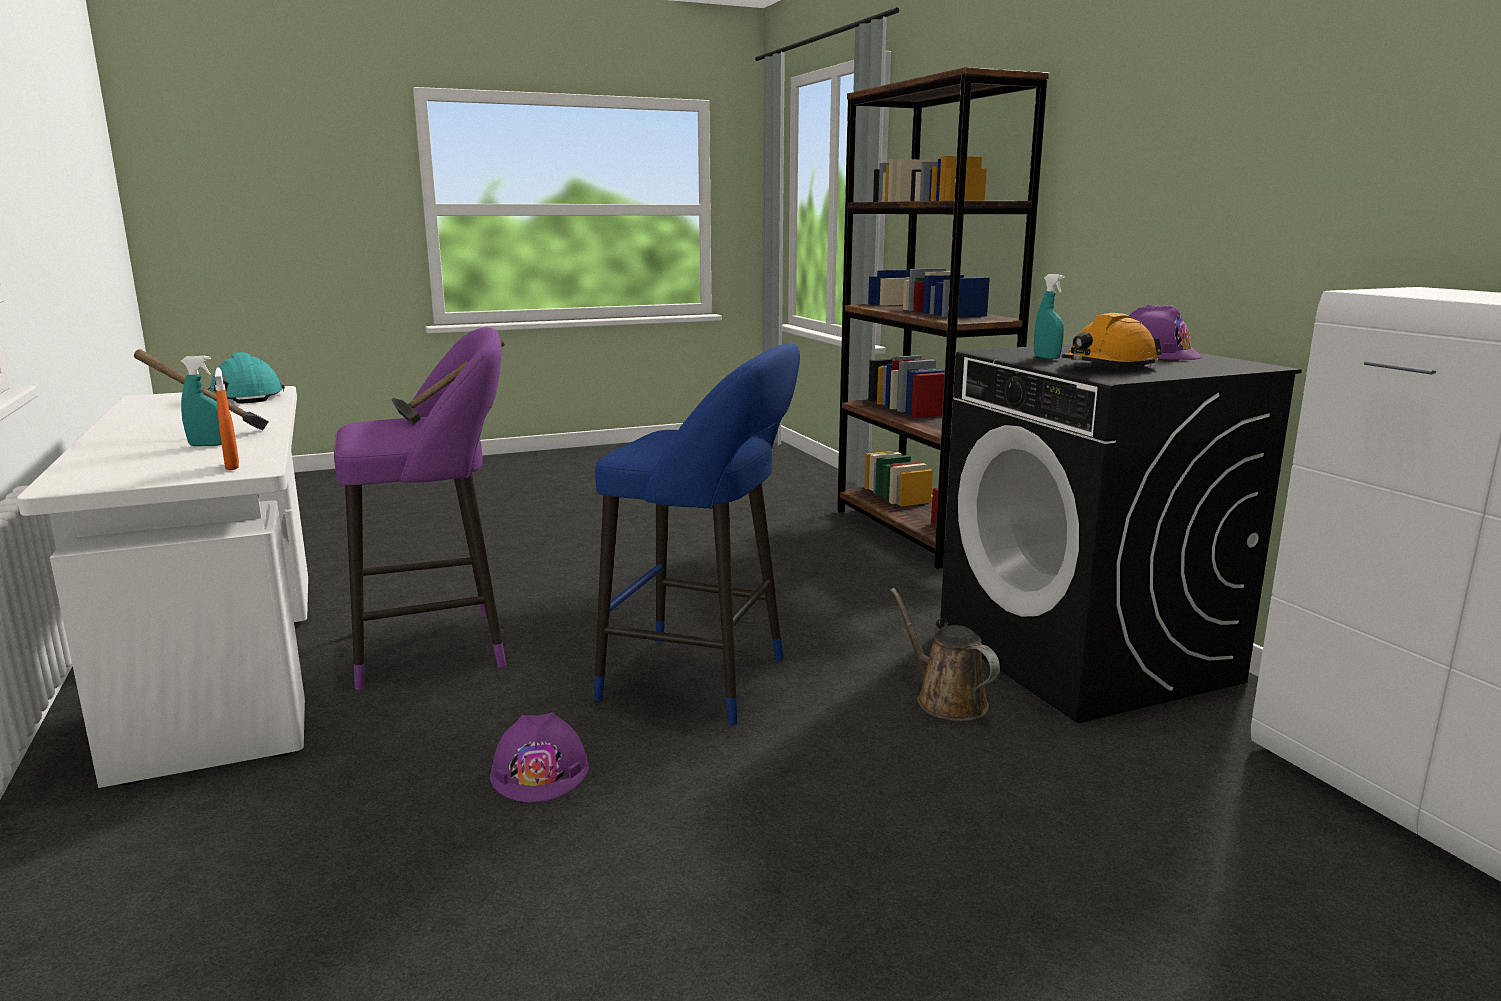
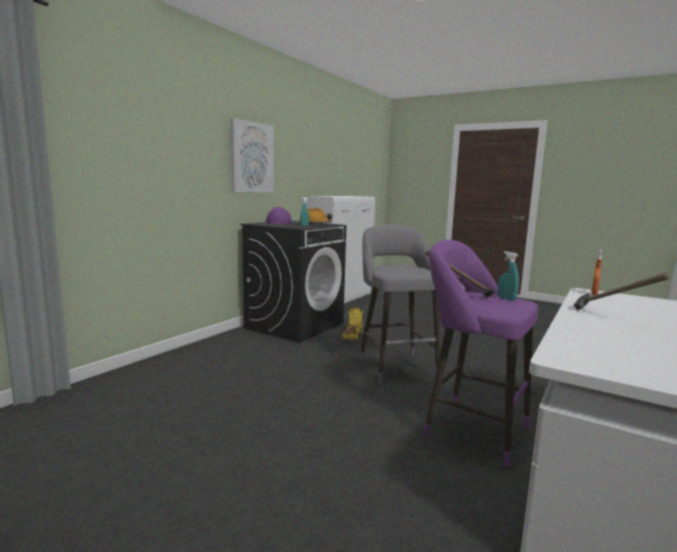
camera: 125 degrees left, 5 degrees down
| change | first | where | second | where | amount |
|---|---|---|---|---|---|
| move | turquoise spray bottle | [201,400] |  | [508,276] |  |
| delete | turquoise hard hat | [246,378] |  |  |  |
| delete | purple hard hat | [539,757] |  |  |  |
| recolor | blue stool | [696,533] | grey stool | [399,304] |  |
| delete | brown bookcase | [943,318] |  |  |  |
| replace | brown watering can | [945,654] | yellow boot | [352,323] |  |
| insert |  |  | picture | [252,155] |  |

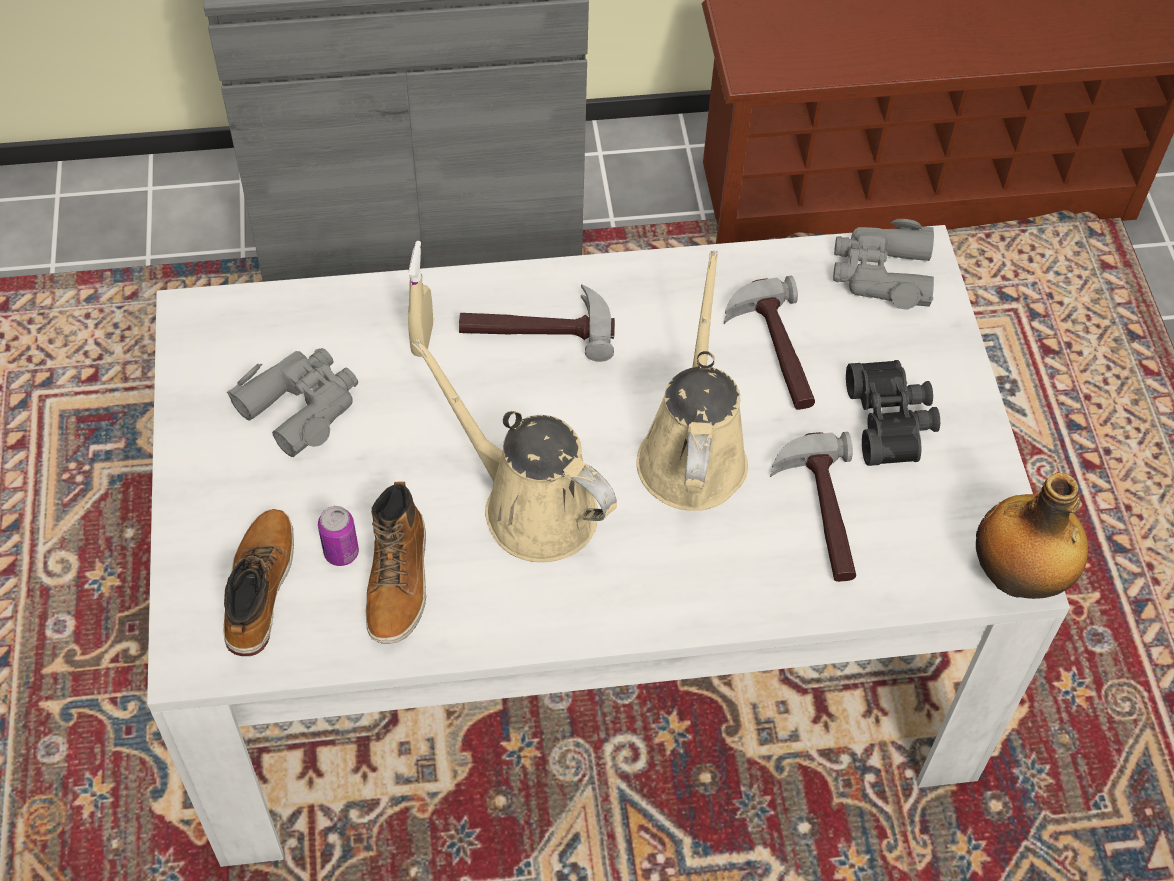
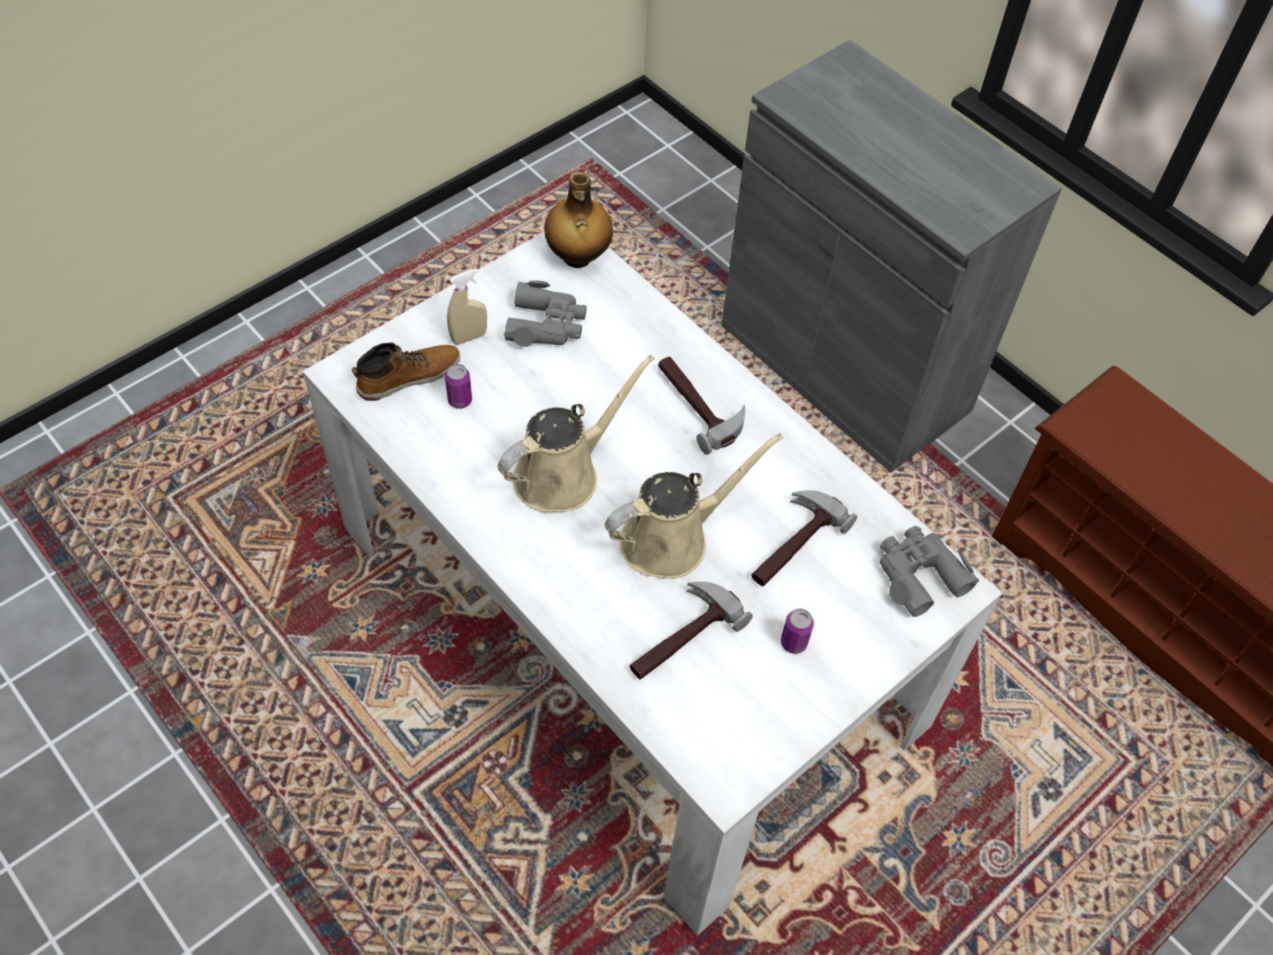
camera: 55 degrees right, 0 degrees up
| change | first | where | second | where | amount |
|---|---|---|---|---|---|
| delete | boot | [396,562] |  |  |  |
| move | beige spray bottle | [420,299] |  | [467,306] |  |
| rotate | beige watering can | [514,450] |  | [576,433] | 45 degrees clockwise |
| replace | black binoculars | [893,413] | can | [797,631] |  |
| move | bottle | [1032,536] |  | [578,220] |  |

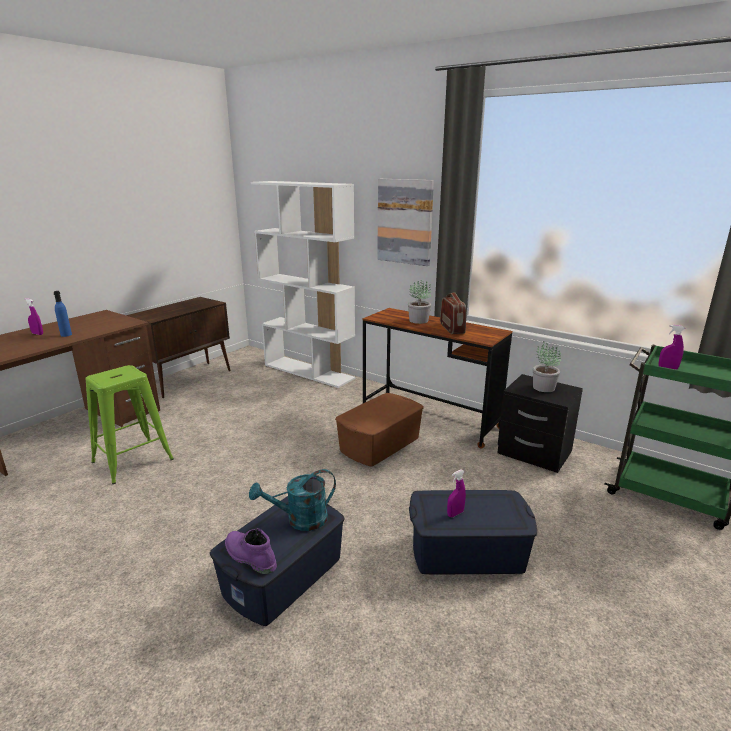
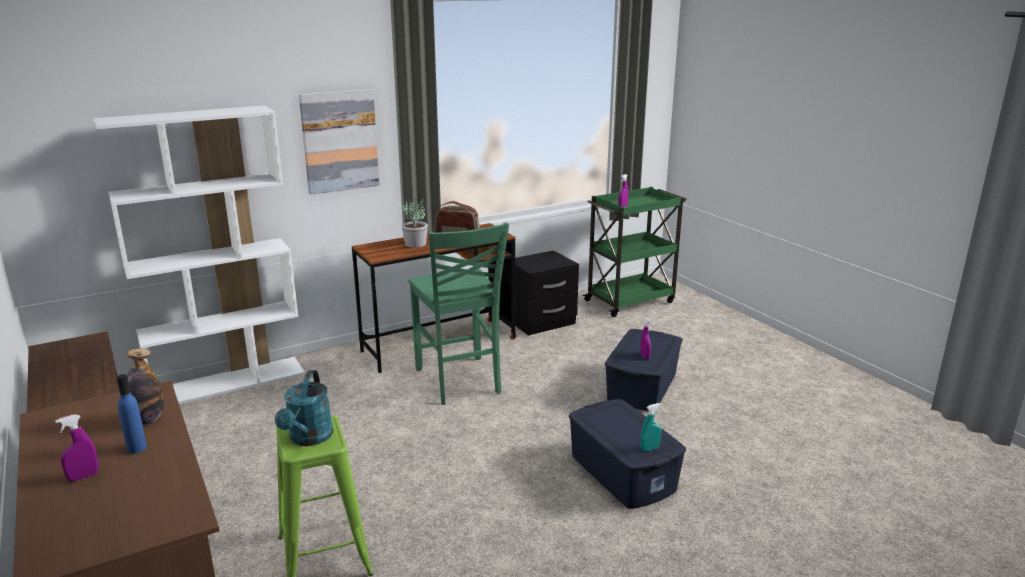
camera: 65 degrees left, 0 degrees up
| change | first | where | second | where | amount |
|---|---|---|---|---|---|
| replace | purple boot | [251,551] | turquoise spray bottle | [650,427] |  |
| move | turquoise watering can | [292,500] |  | [304,408] |  |
| replace | brown storage box | [379,430] | green chair | [458,313] |  |
| delete | potted plant | [547,366] |  |  |  |
| insert |  |  | bottle | [145,386] |  |

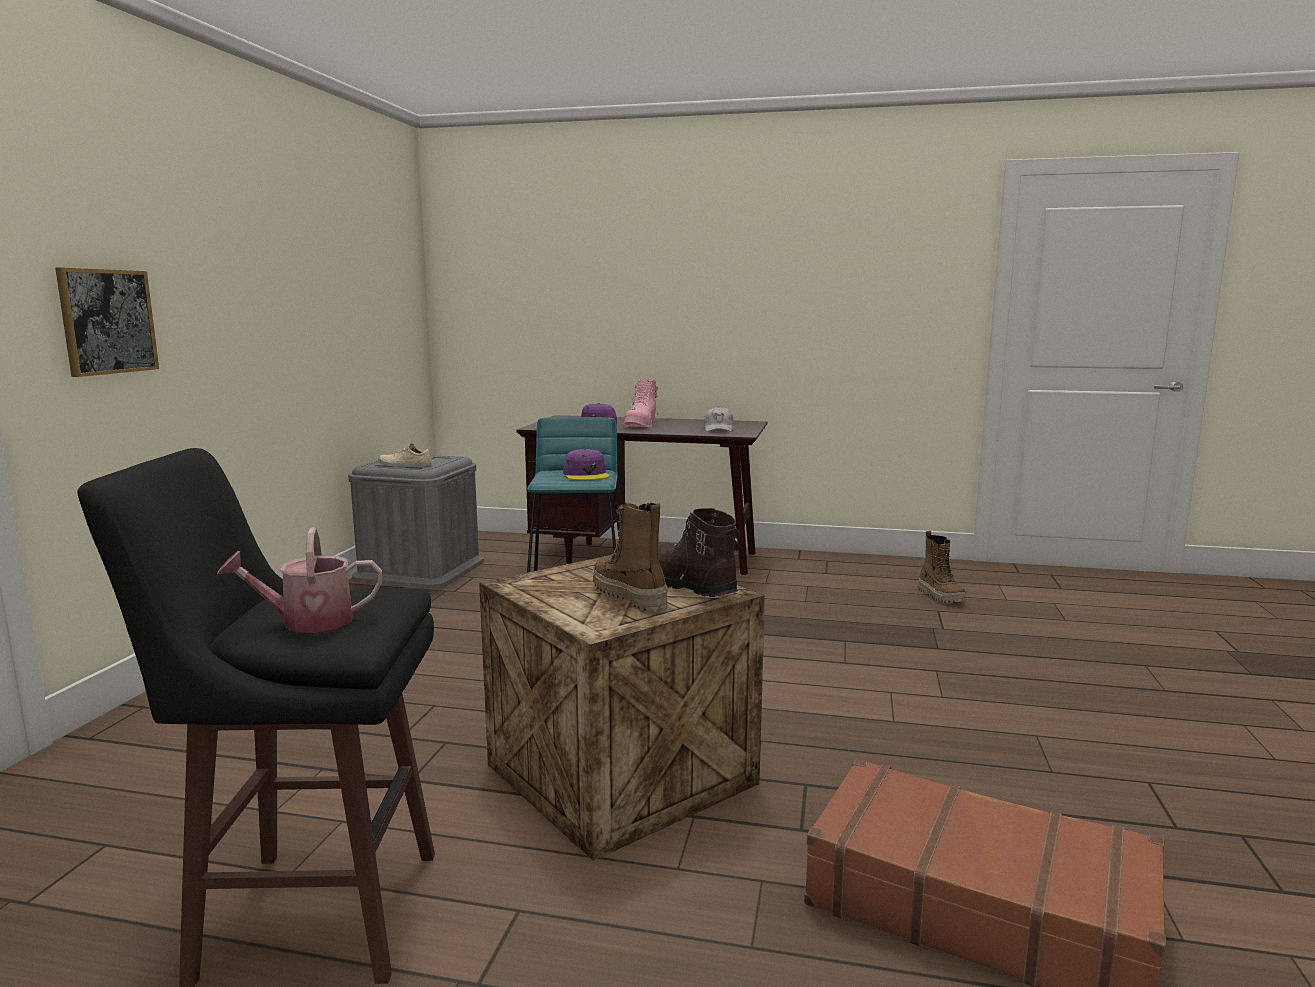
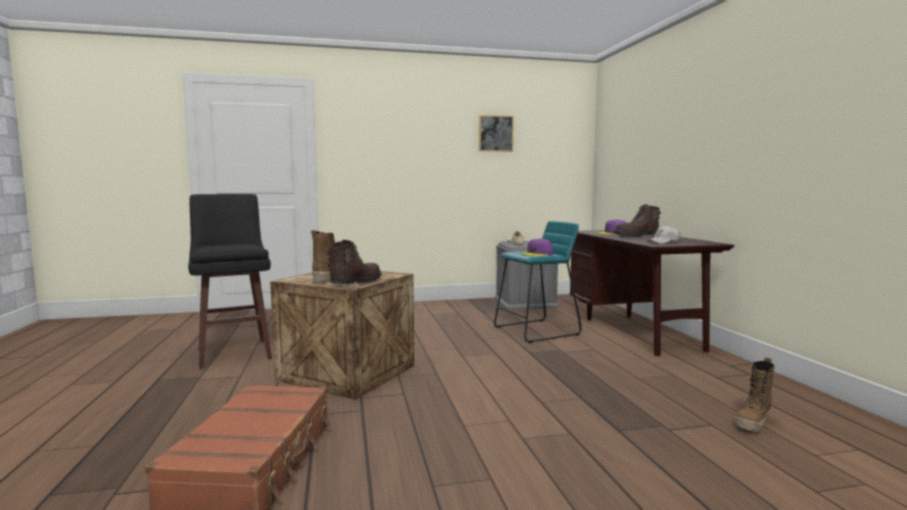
camera: 65 degrees right, 5 degrees down
| change | first | where | second | where | amount |
|---|---|---|---|---|---|
| move | picture | [107,322] |  | [496,133] |  |
| delete | watering can | [299,580] |  |  |  |
| recolor | pink boot | [640,403] | brown boot | [637,220] |  |

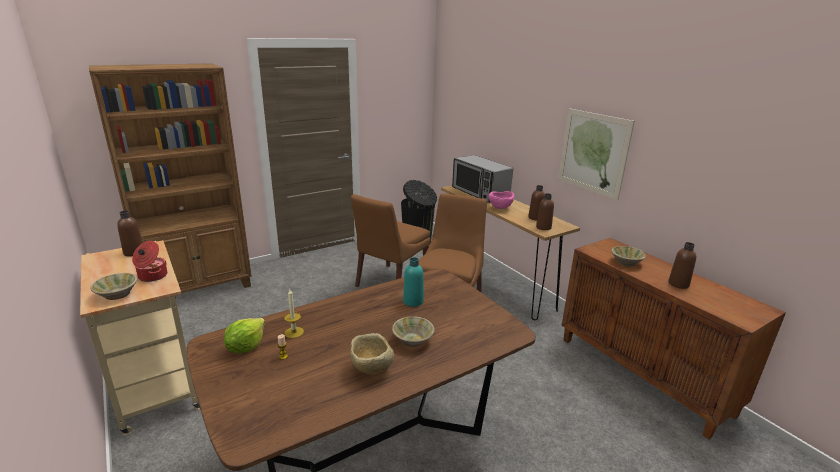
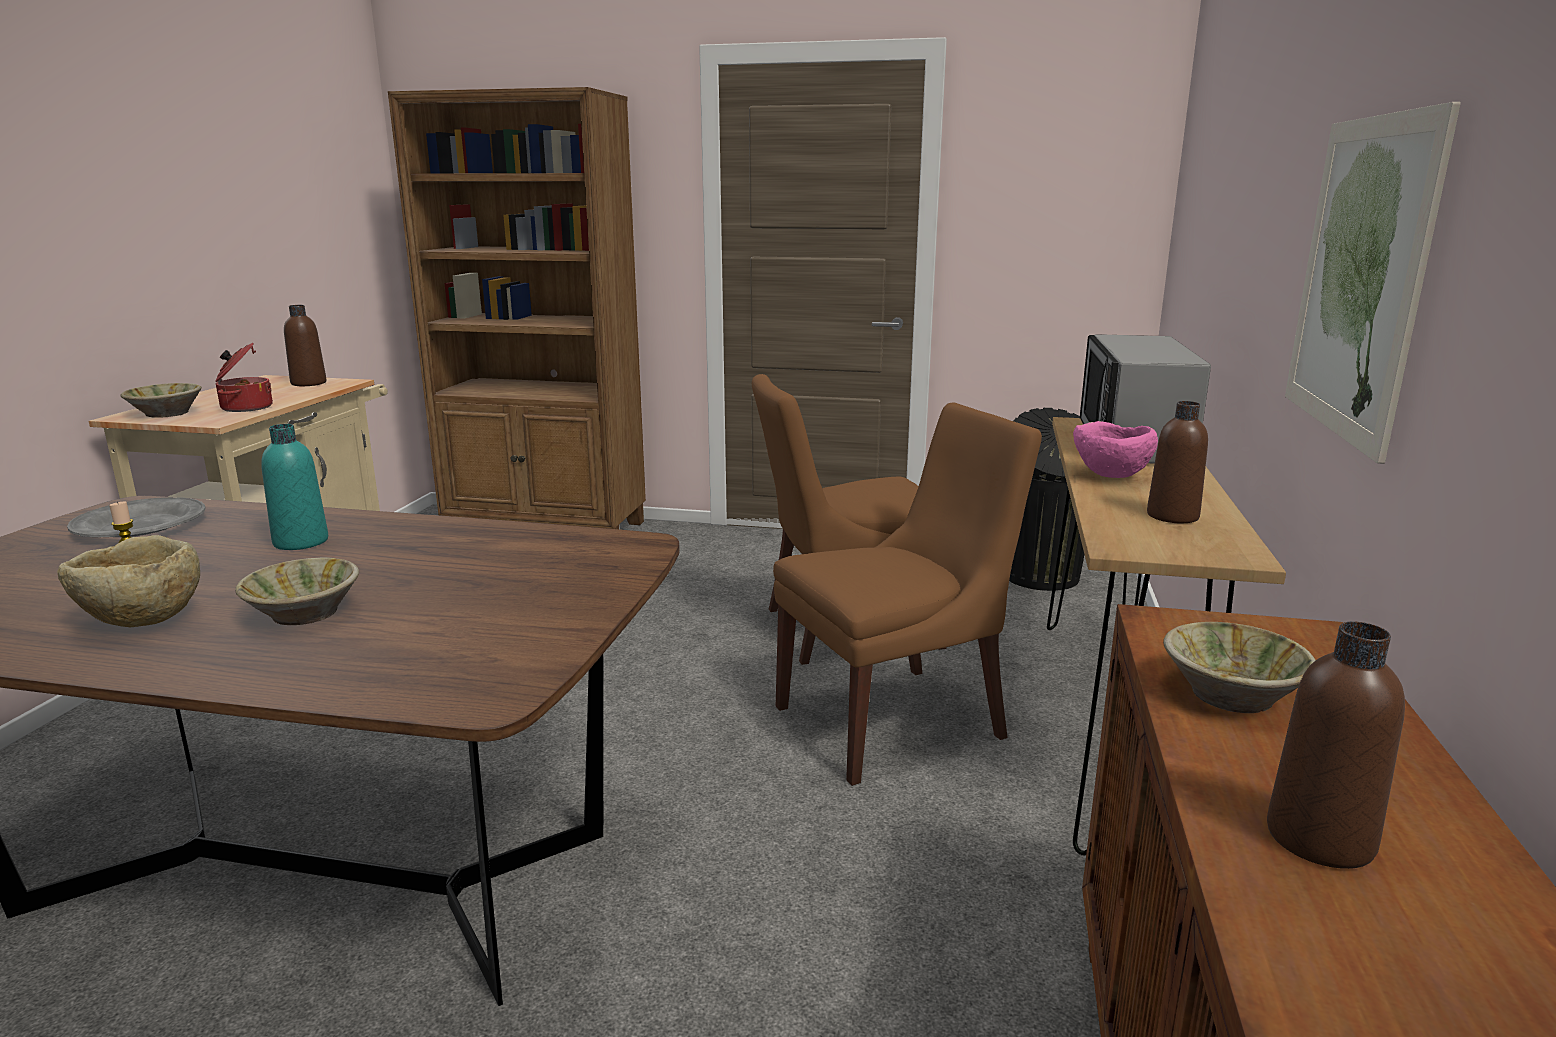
camera: 45 degrees right, 5 degrees down
| change | first | where | second | where | amount |
|---|---|---|---|---|---|
| replace | lettuce | [244,335] | grey plate | [136,517] |  |
| delete | candle | [294,313] |  |  |  |
| move | turquoise bottle | [413,282] |  | [294,487] |  |
| delete | brown bottle | [545,211] |  |  |  |

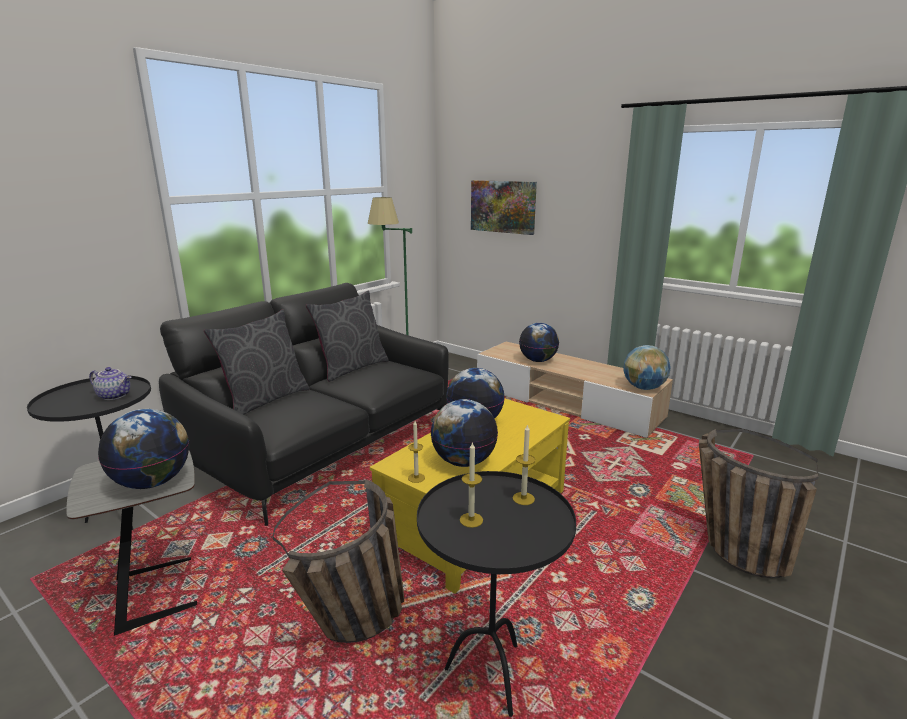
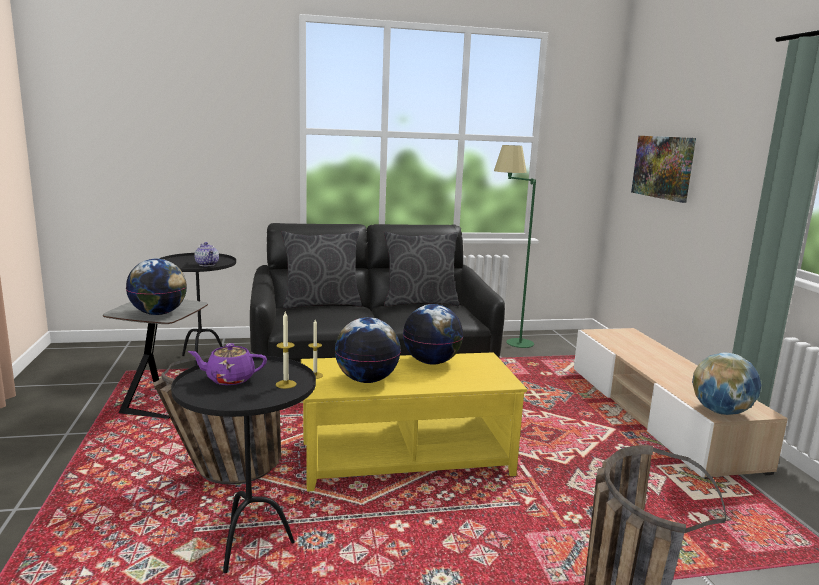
camera: 40 degrees right, 5 degrees down
| change | first | where | second | where | amount |
|---|---|---|---|---|---|
| replace | candle | [471,484] | purple teapot | [227,364] |  |
| delete | globe | [539,342] |  |  |  |

